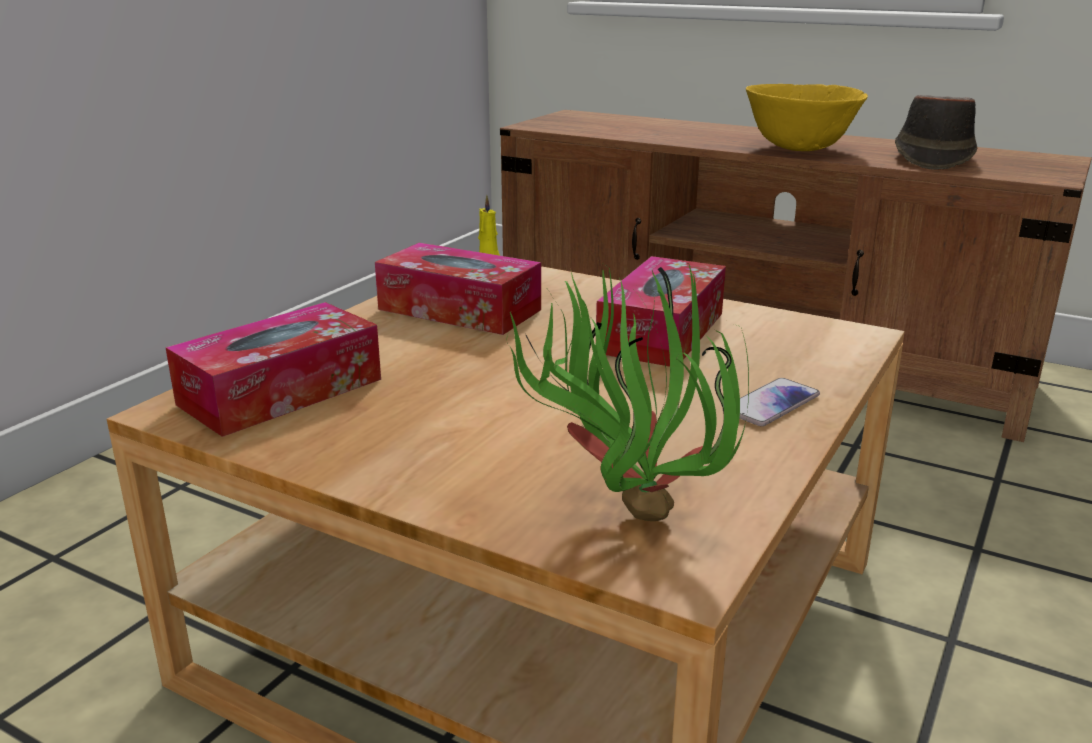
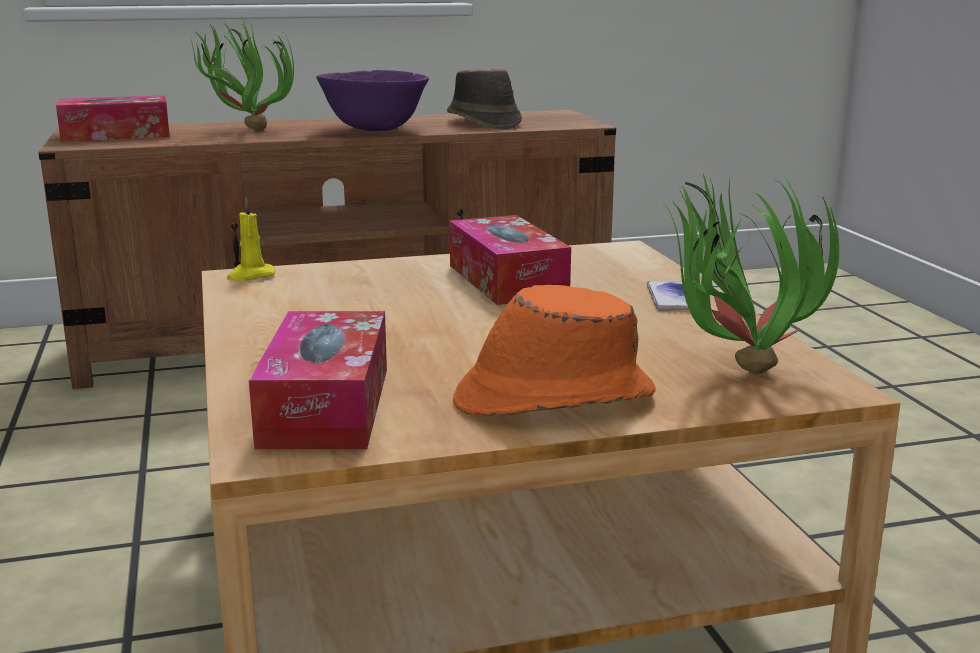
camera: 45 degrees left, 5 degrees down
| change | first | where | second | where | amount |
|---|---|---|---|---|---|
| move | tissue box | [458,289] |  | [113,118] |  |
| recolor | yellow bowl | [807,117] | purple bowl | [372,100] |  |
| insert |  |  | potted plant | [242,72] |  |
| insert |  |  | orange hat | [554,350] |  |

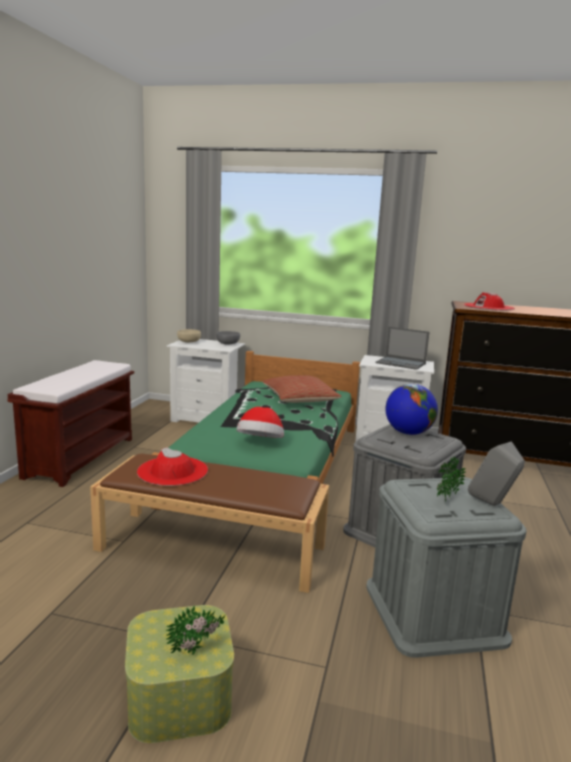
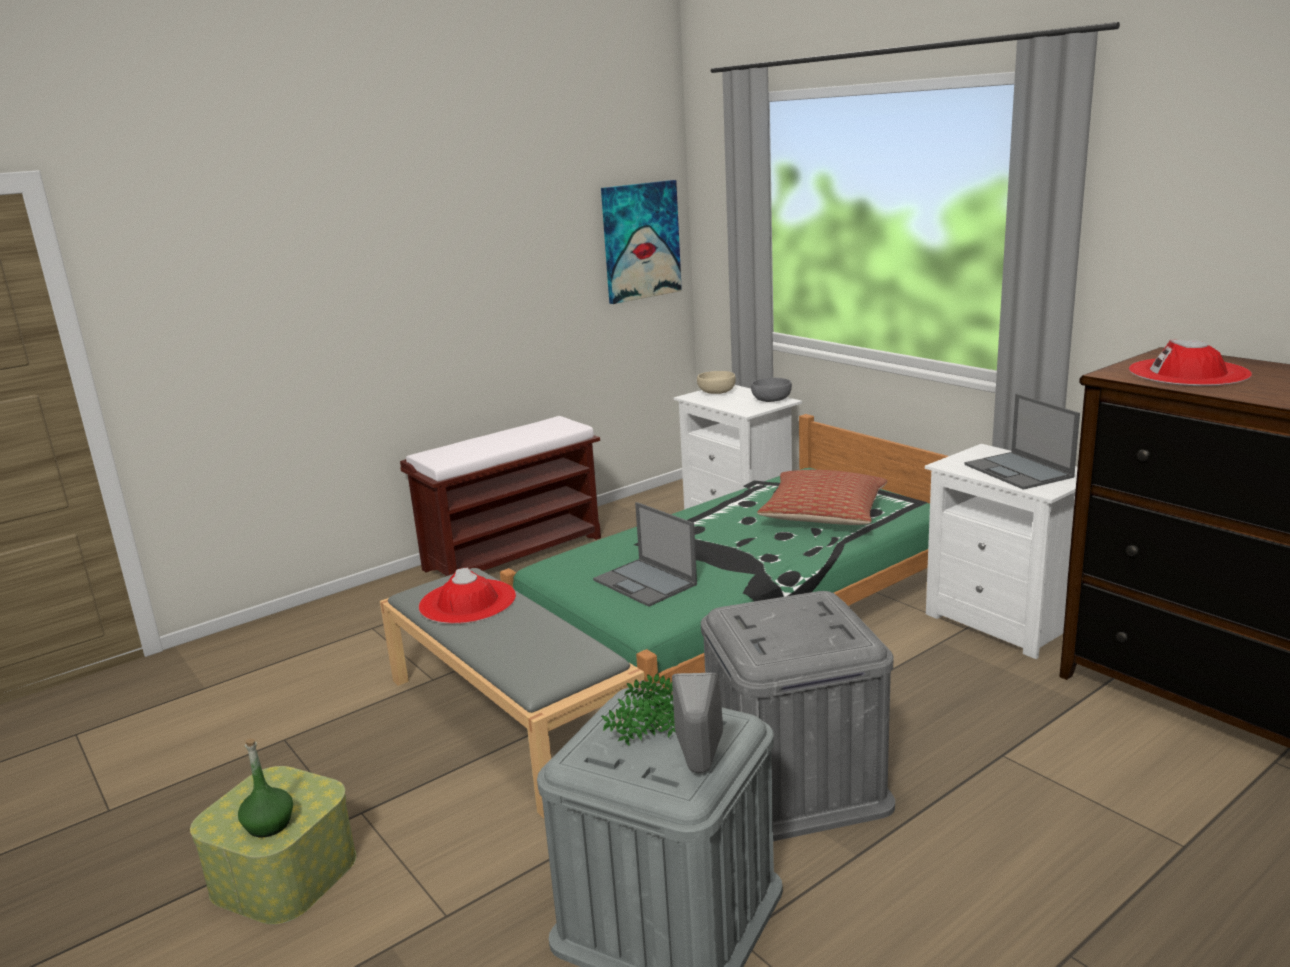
camera: 40 degrees right, 5 degrees up
| change | first | where | second | where | amount |
|---|---|---|---|---|---|
| recolor | brown bench | [209,523] | grey bench | [512,693] |  |
| replace | potted plant | [195,630] | green bottle | [265,787] |  |
| replace | hat | [260,422] | laptop | [645,554] |  |
| delete | globe | [411,409] |  |  |  |
| insert |  |  | picture | [641,242] |  |

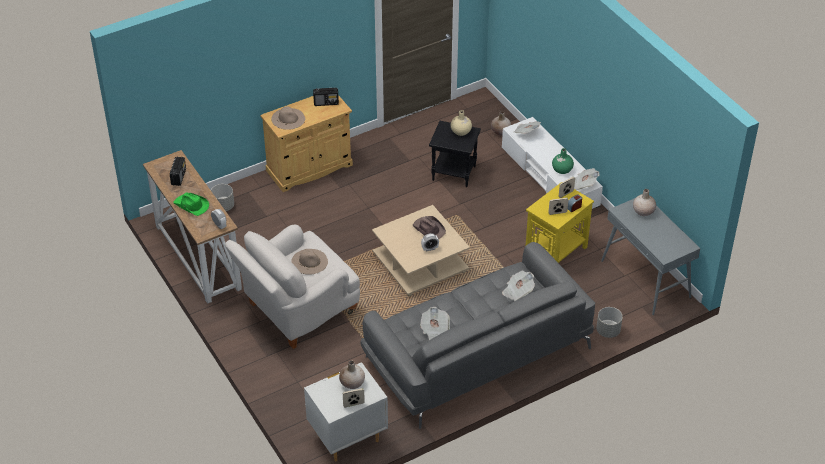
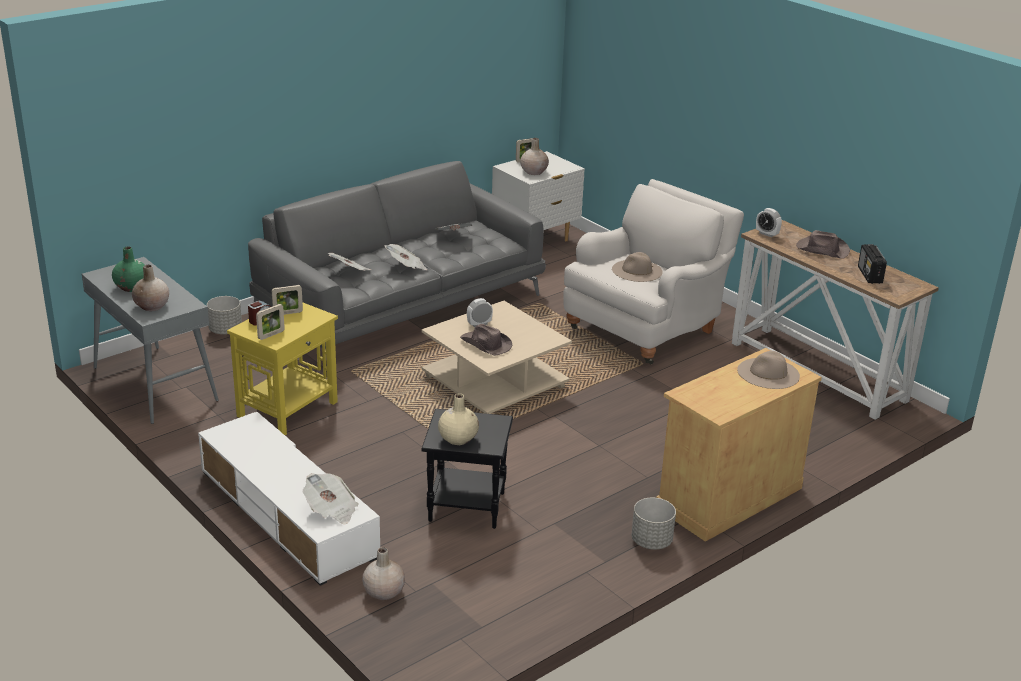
camera: 170 degrees right, 15 degrees down
| change | first | where | second | where | amount |
|---|---|---|---|---|---|
| recolor | green hat | [191,204] | brown hat | [823,244] |  |
| move | grey planter | [222,197] |  | [654,523] |  |
| delete | radio | [326,97] |  |  |  |
| move | green vase | [563,161] |  | [128,269] |  |
| move | newspaper | [587,179] |  | [406,257] |  |

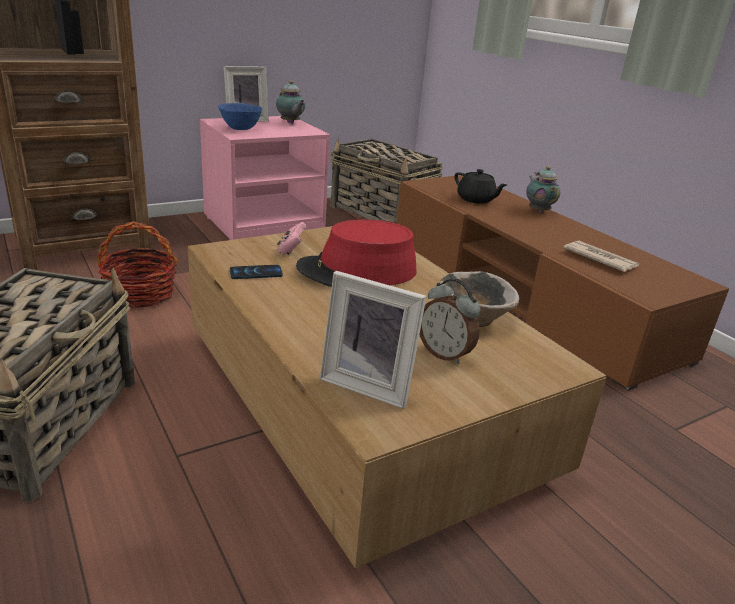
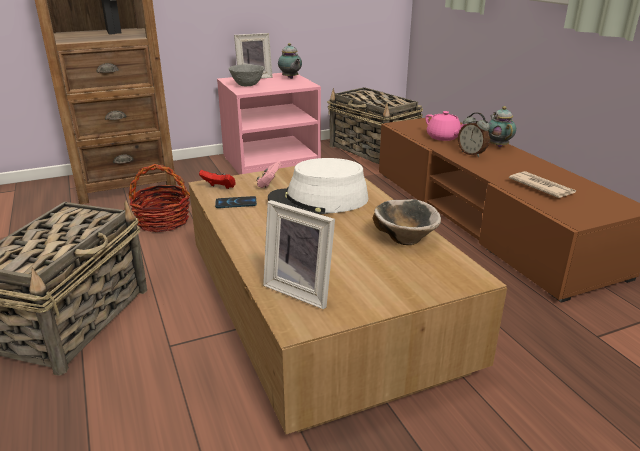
camera: 10 degrees right, 0 degrees up
| change | first | where | second | where | amount |
|---|---|---|---|---|---|
| recolor | blue bowl | [240,116] | grey bowl | [246,75] |  |
| recolor | red hat | [356,253] | white hat | [318,186] |  |
| move | alarm clock | [450,321] |  | [474,134] |  |
| recolor | black teapot | [481,186] | pink teapot | [445,126] |  |
| insert |  |  | red game controller | [217,179] |  |

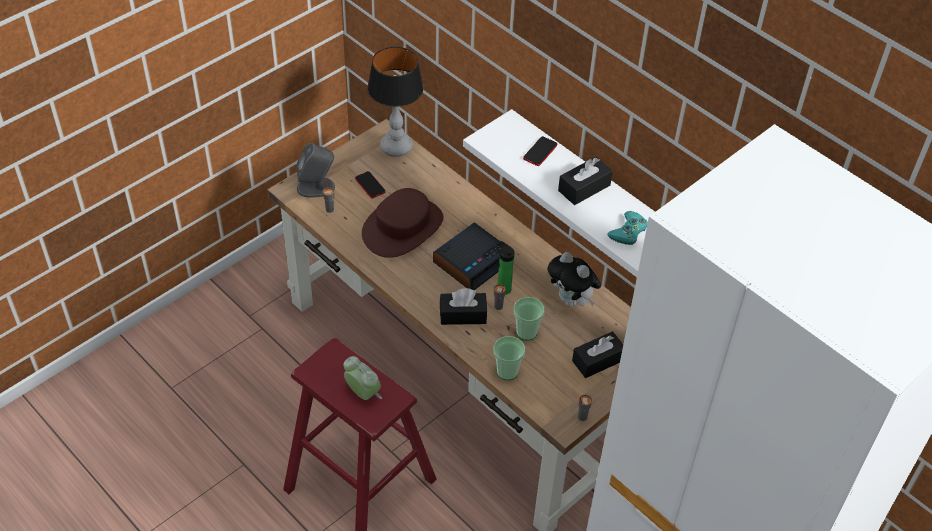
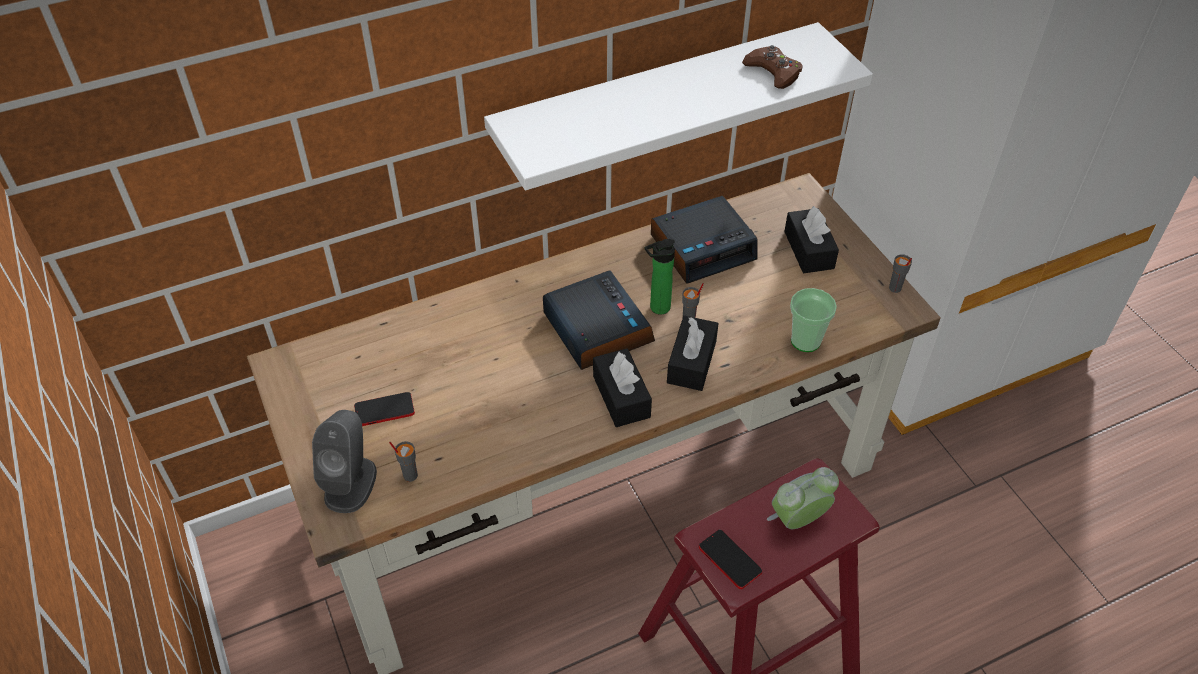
camera: 70 degrees left, 0 degrees up
| change | first | where | second | where | amount |
|---|---|---|---|---|---|
| delete | brown hat | [402,223] |  |  |  |
| delete | table lamp | [395,102] |  |  |  |
| delete | cup | [529,318] |  |  |  |
| move | phone | [540,151] |  | [730,559] |  |
| replace | plush toy | [574,279] | alarm clock | [704,240] |  |
| move | black tissue box | [585,181] |  | [622,388] |  |
| recolor | turquoise game controller | [627,228] | brown game controller | [772,67] |  |

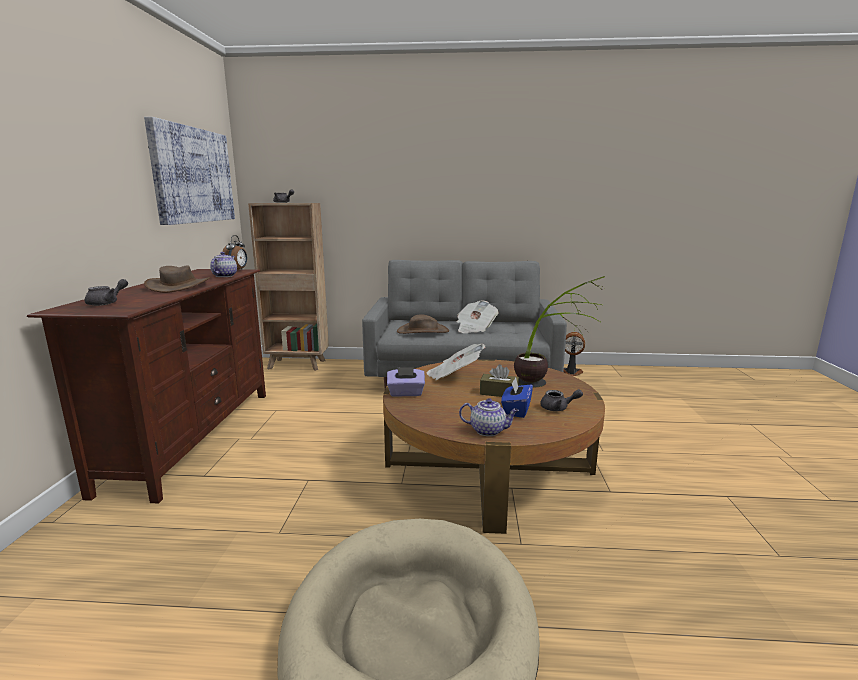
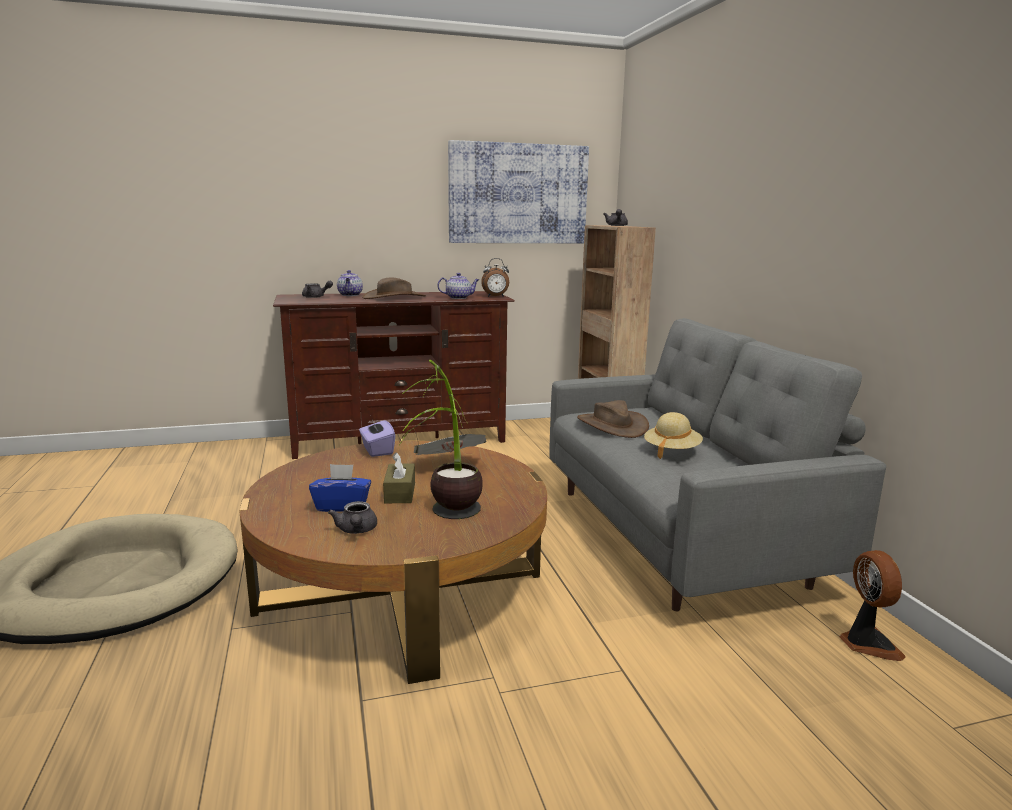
camera: 70 degrees right, 0 degrees up
| change | first | where | second | where | amount |
|---|---|---|---|---|---|
| replace | newspaper | [477,317] | beige hat | [673,435] |  |
| move | teapot | [489,417] |  | [350,283] |  |

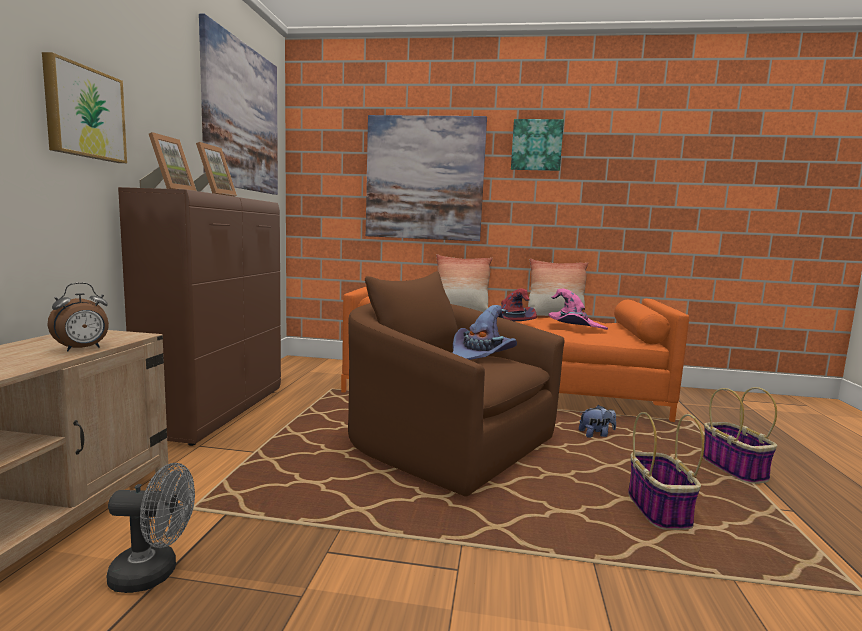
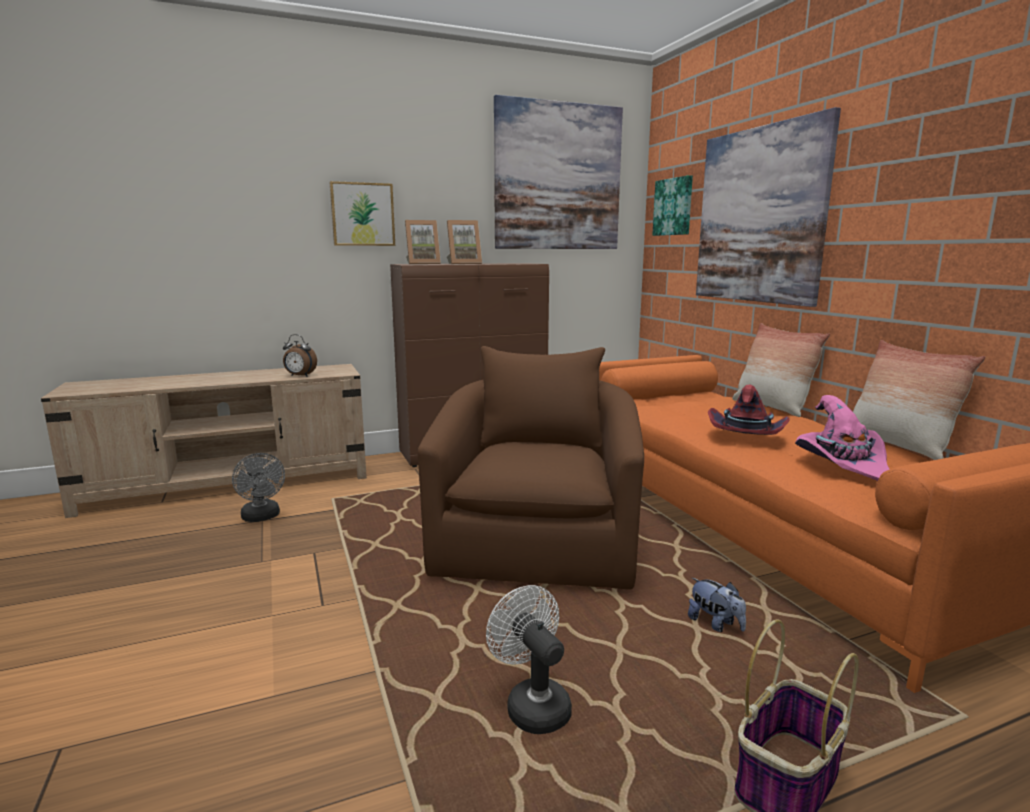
camera: 60 degrees right, 5 degrees up
| change | first | where | second | where | amount |
|---|---|---|---|---|---|
| delete | purple hat | [485,332] |  |  |  |
| move | picture | [537,145] |  | [672,205] |  |
| replace | basket | [666,471] | white fan | [529,659] |  |

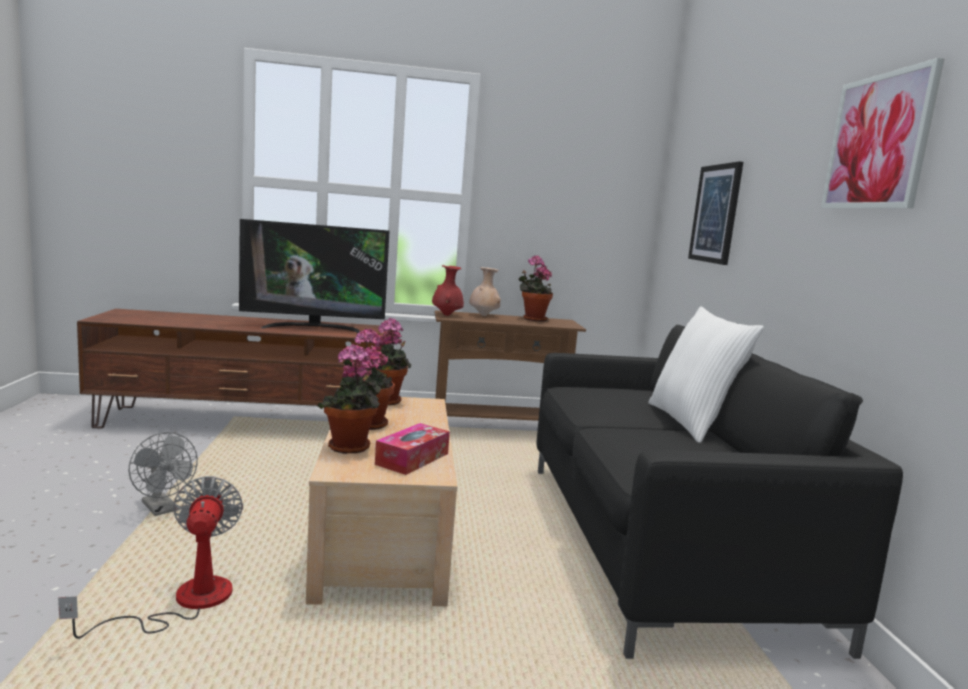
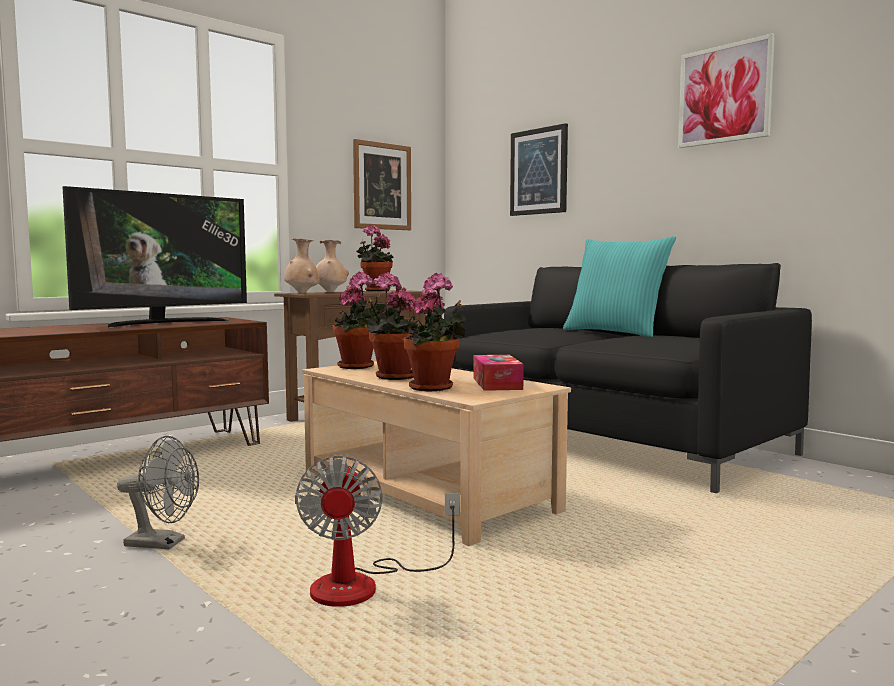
camera: 35 degrees left, 5 degrees down
| change | first | where | second | where | amount |
|---|---|---|---|---|---|
| rotate | fan | [150,557] |  | [377,531] | 135 degrees counterclockwise |
| recolor | red vase | [448,290] | beige vase | [302,266] |  |
| recolor | white pillow | [706,374] | turquoise pillow | [619,286] |  |
| insert |  |  | picture | [382,184] |  |

